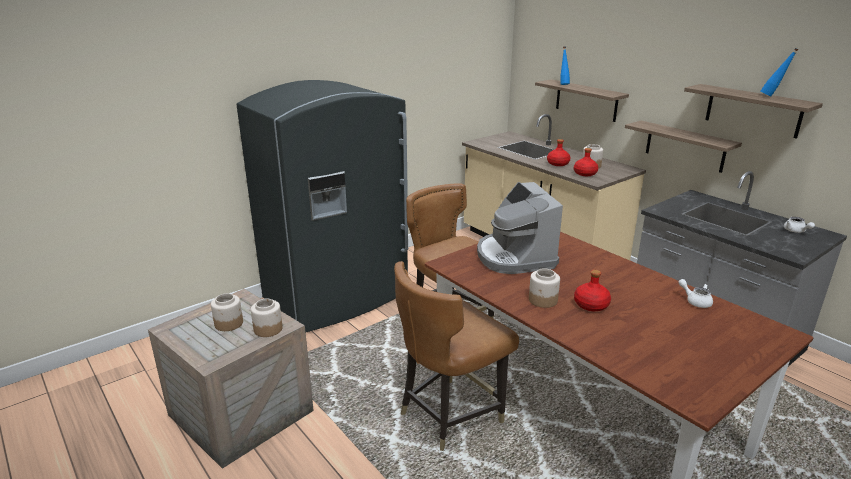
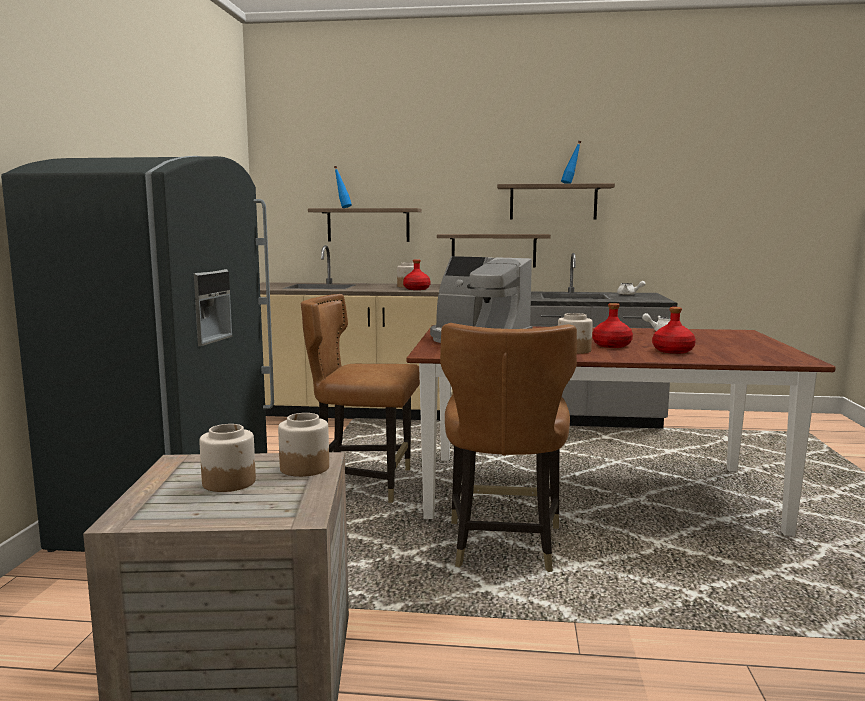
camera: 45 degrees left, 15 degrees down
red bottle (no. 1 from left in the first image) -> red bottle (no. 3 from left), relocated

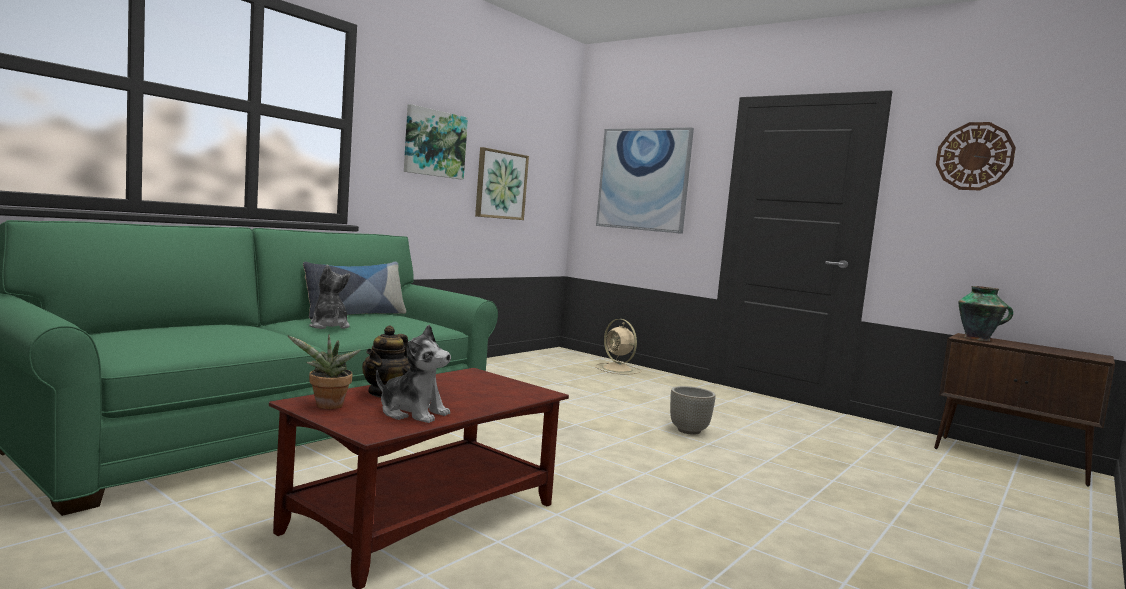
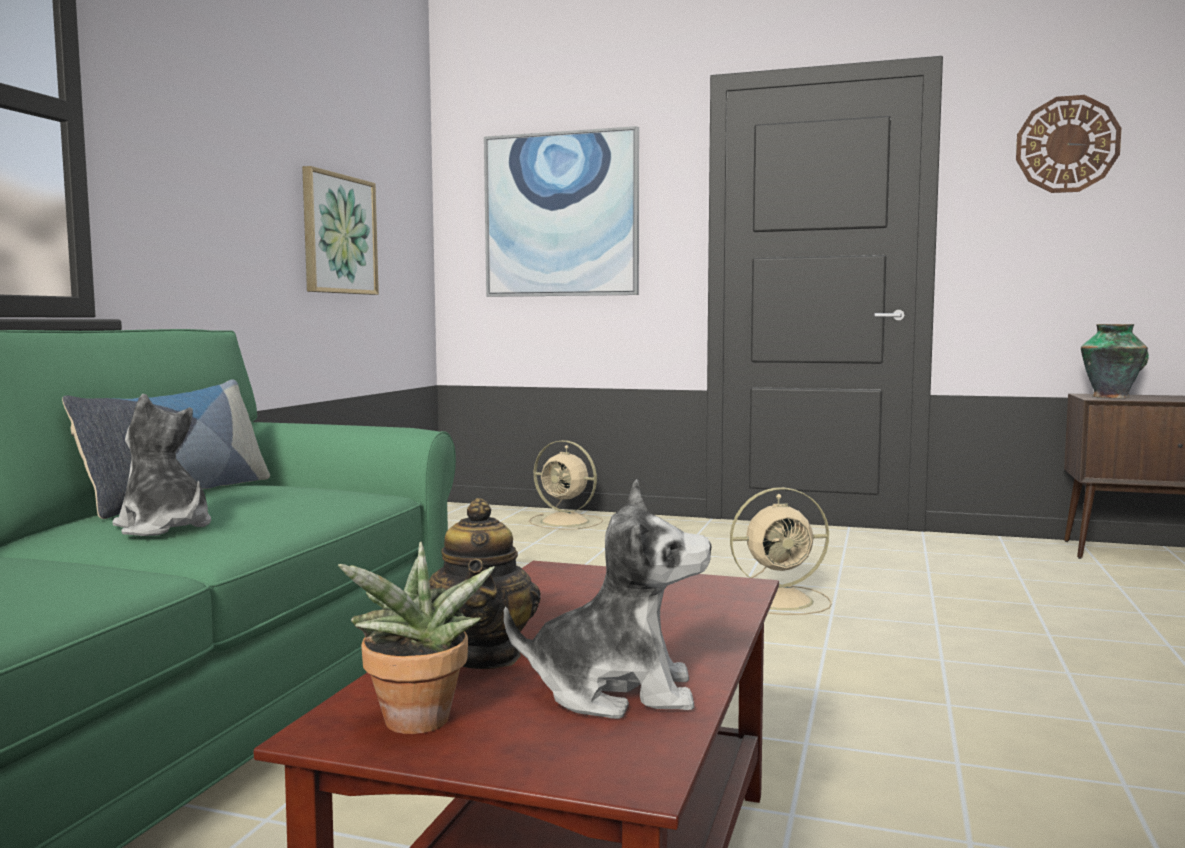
camera: 20 degrees left, 0 degrees up
picture (no. 1 from left) -> none
grey planter -> beige fan (no. 2 from left)

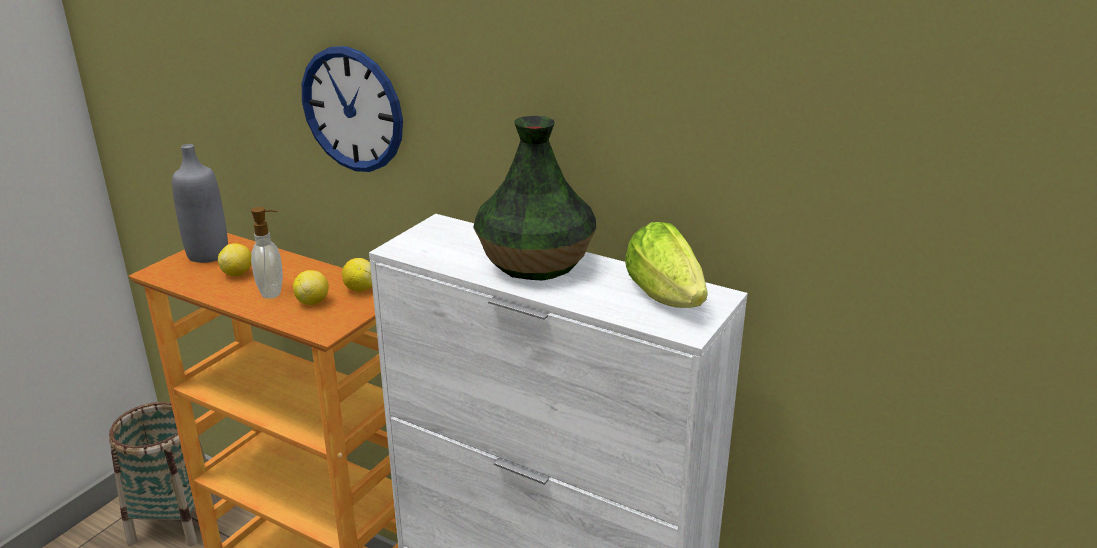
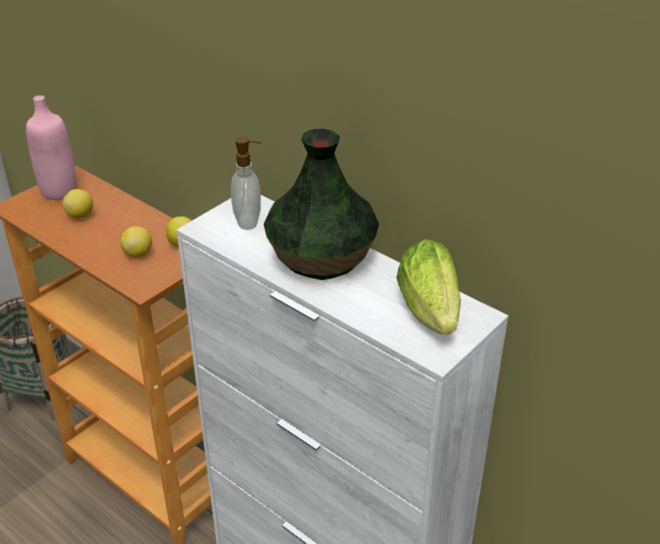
camera: 10 degrees right, 10 degrees up
grey bottle -> pink bottle
soap dispenser, relocated
wall clock -> none

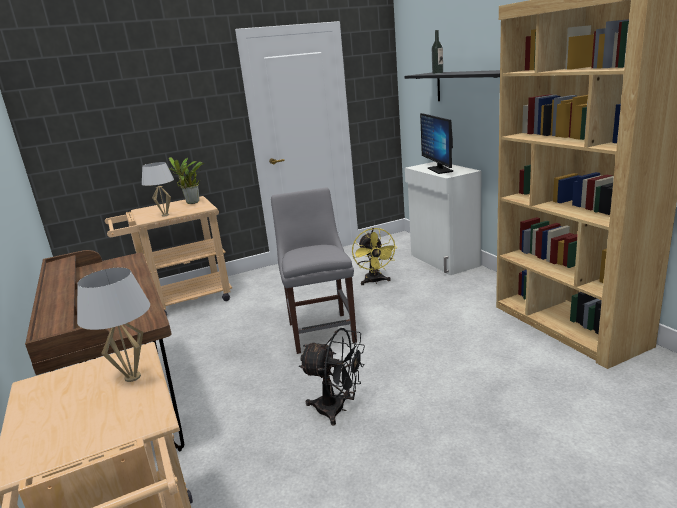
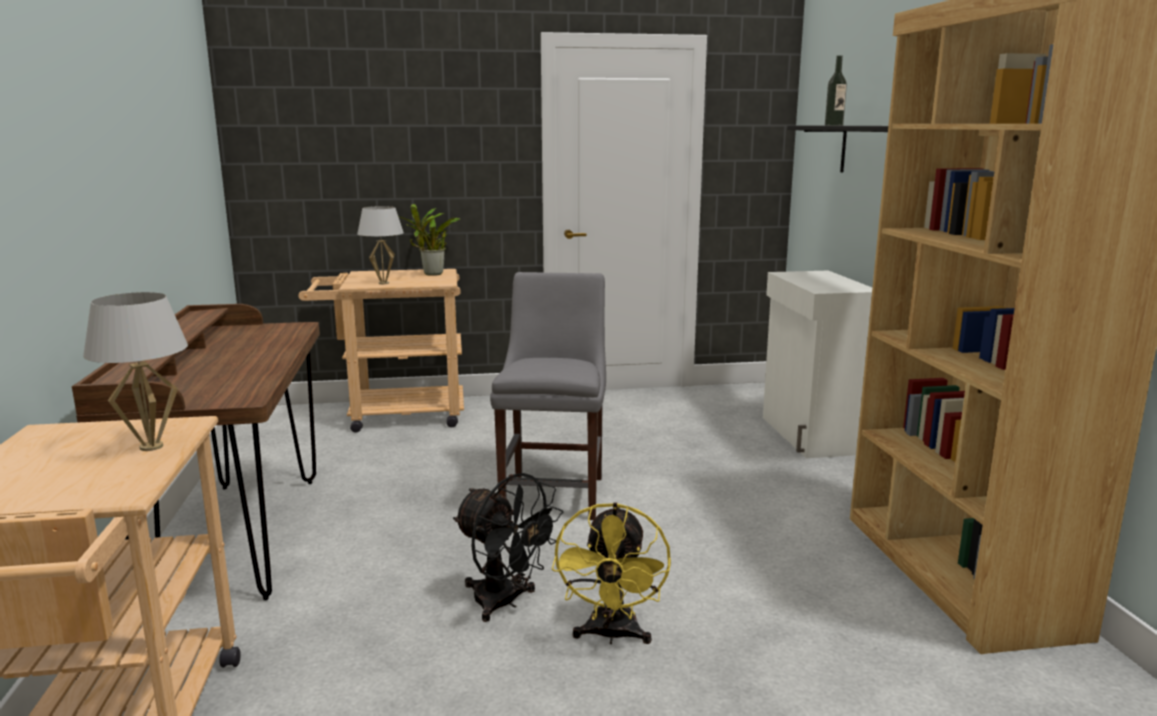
camera: 15 degrees right, 5 degrees down
yellow fan, relocated
monitor -> none

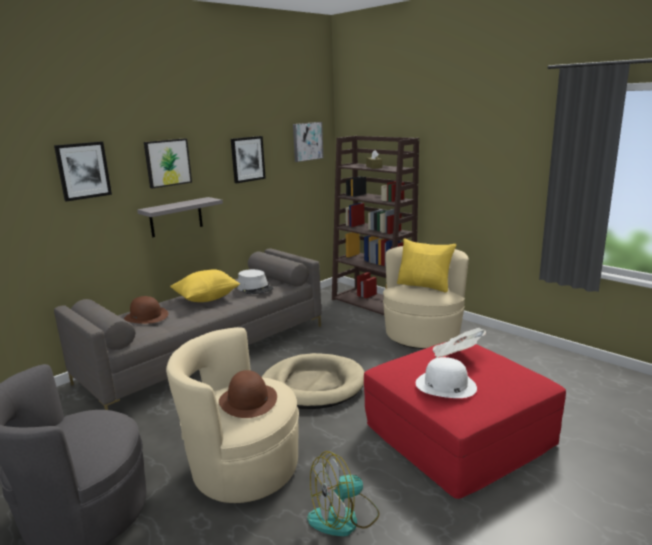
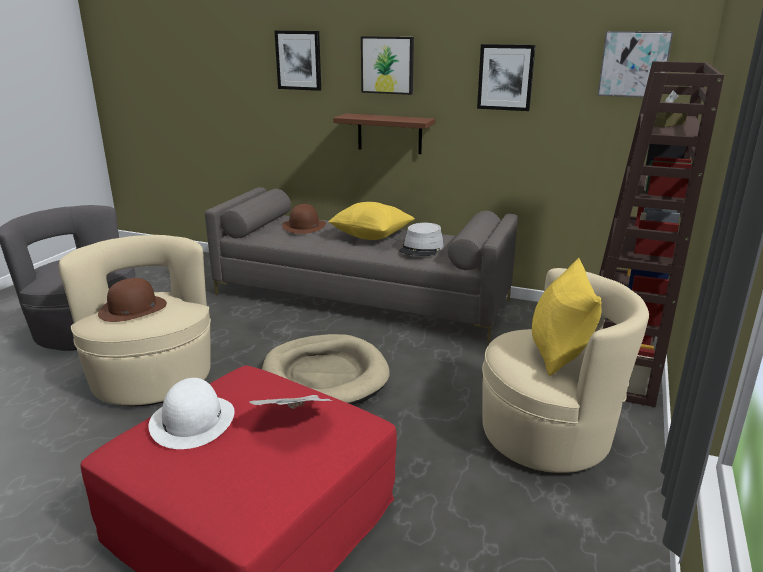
camera: 65 degrees right, 5 degrees up
grey shelf -> brown shelf
fan -> none

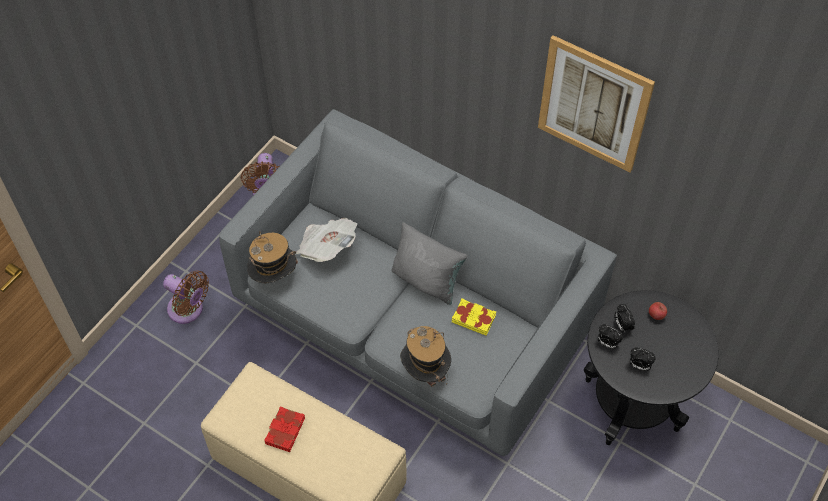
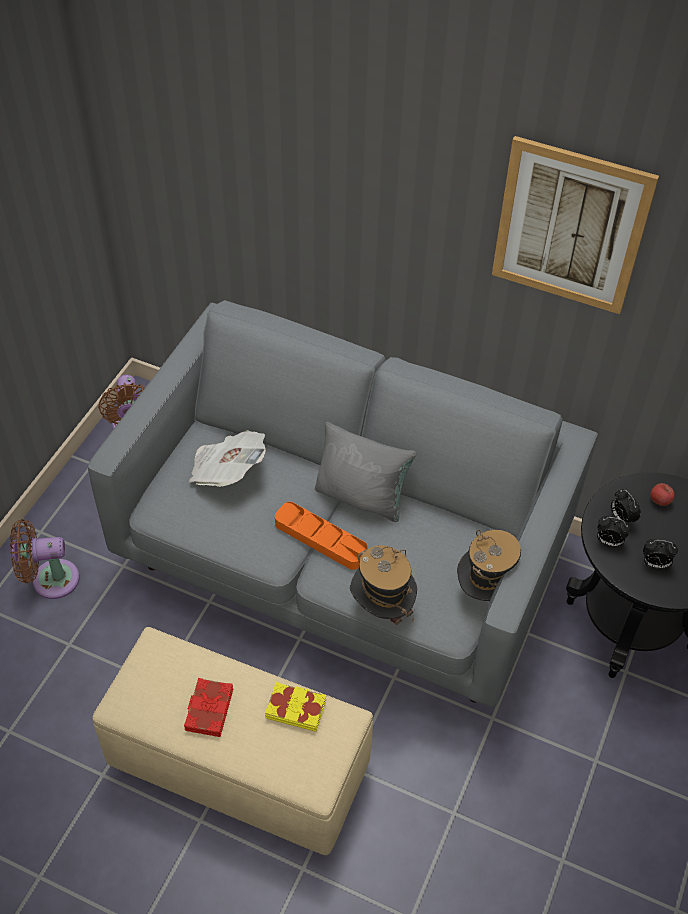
camera: 10 degrees left, 5 degrees down
brown fan (no. 1 from left), 150 degrees clockwise
hat (no. 1 from left in the first image) -> hat (no. 2 from left), relocated
yellow book, relocated
none -> orange tray

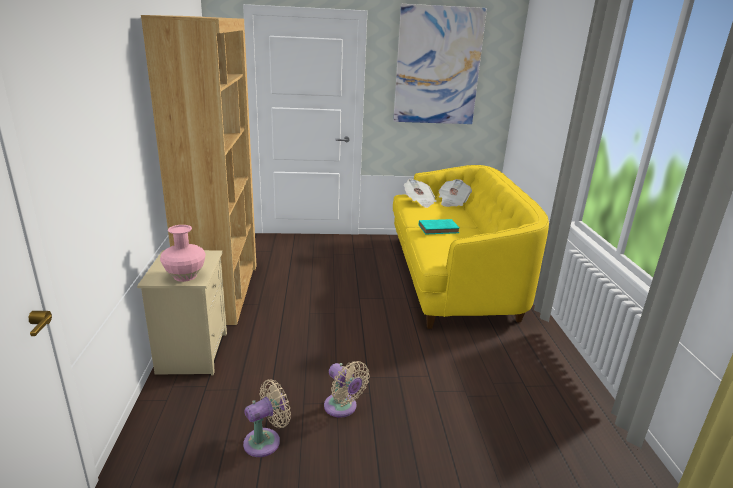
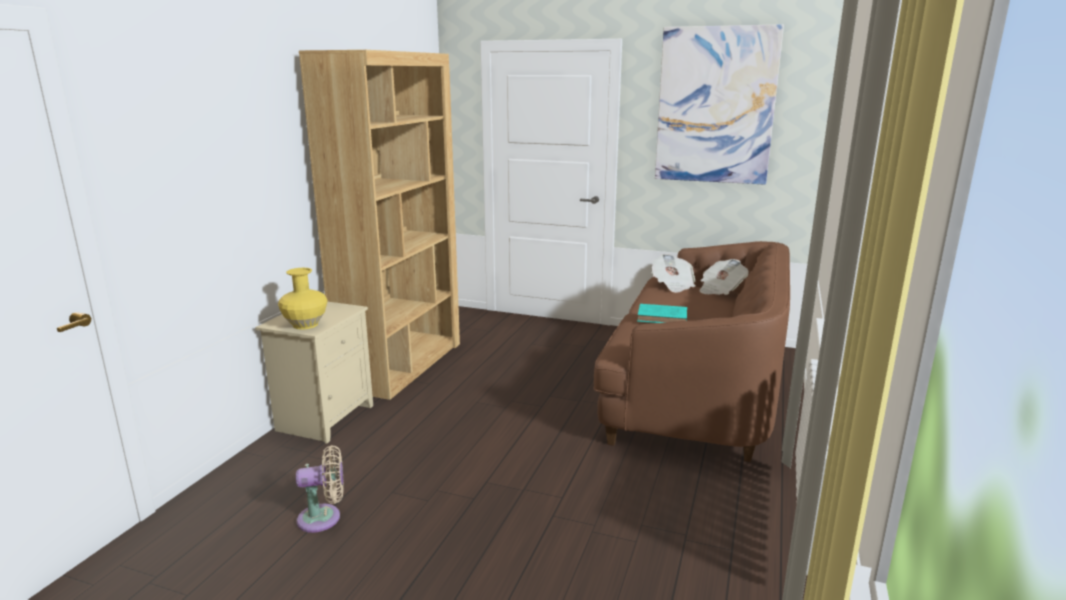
camera: 25 degrees right, 5 degrees down
pink vase -> yellow vase
beige fan (no. 2 from left) -> none
yellow sofa -> brown sofa

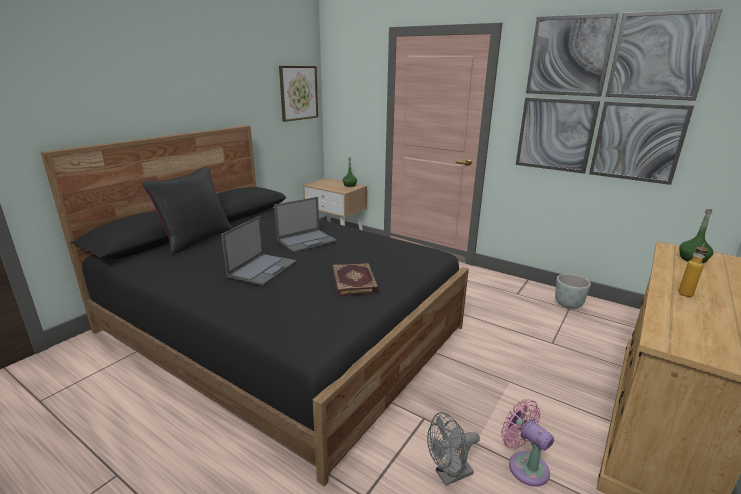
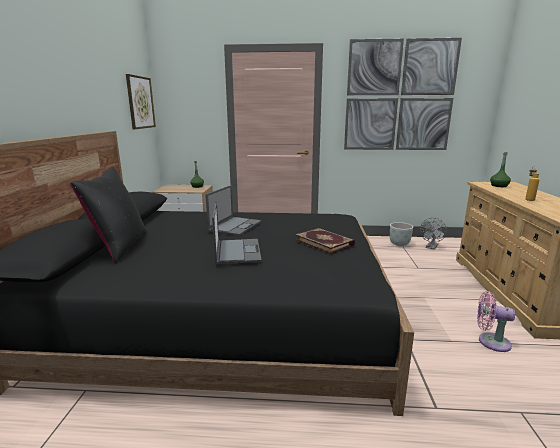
camera: 30 degrees left, 5 degrees down
grey fan, relocated

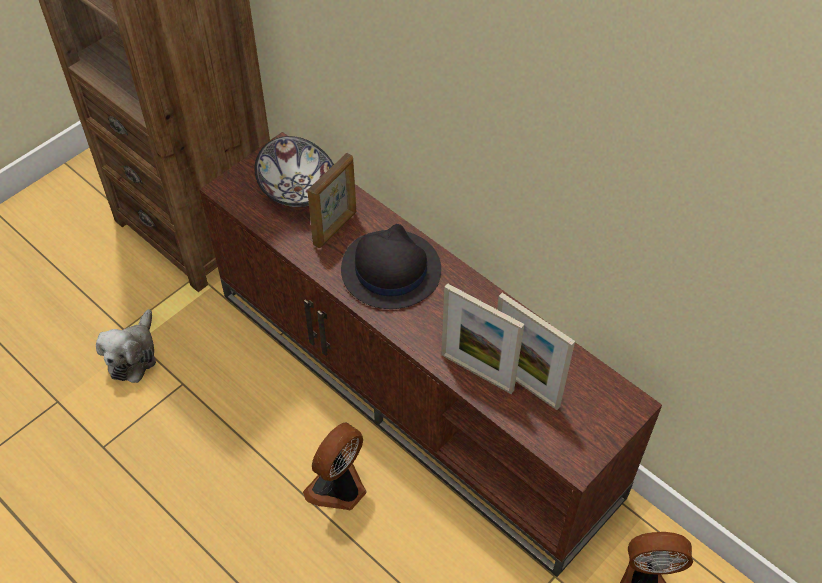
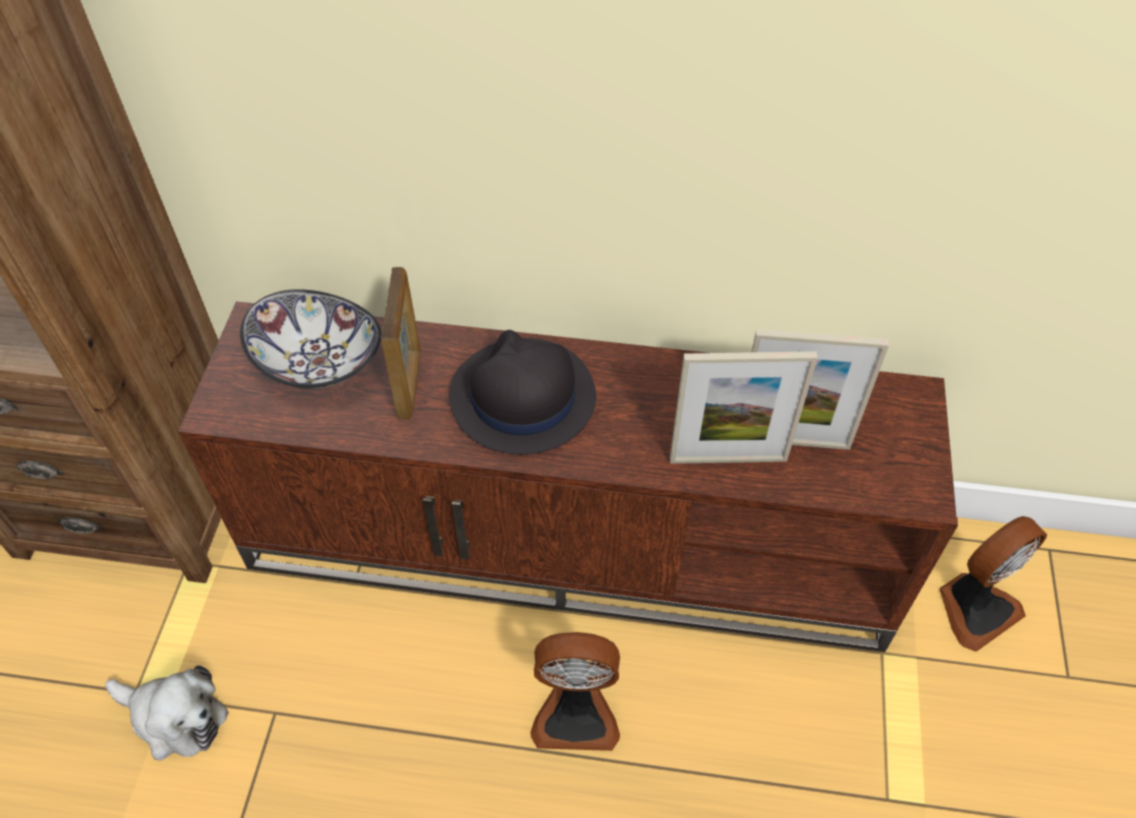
camera: 35 degrees left, 0 degrees up
plush toy, 45 degrees counterclockwise
fan (no. 1 from left), 90 degrees counterclockwise

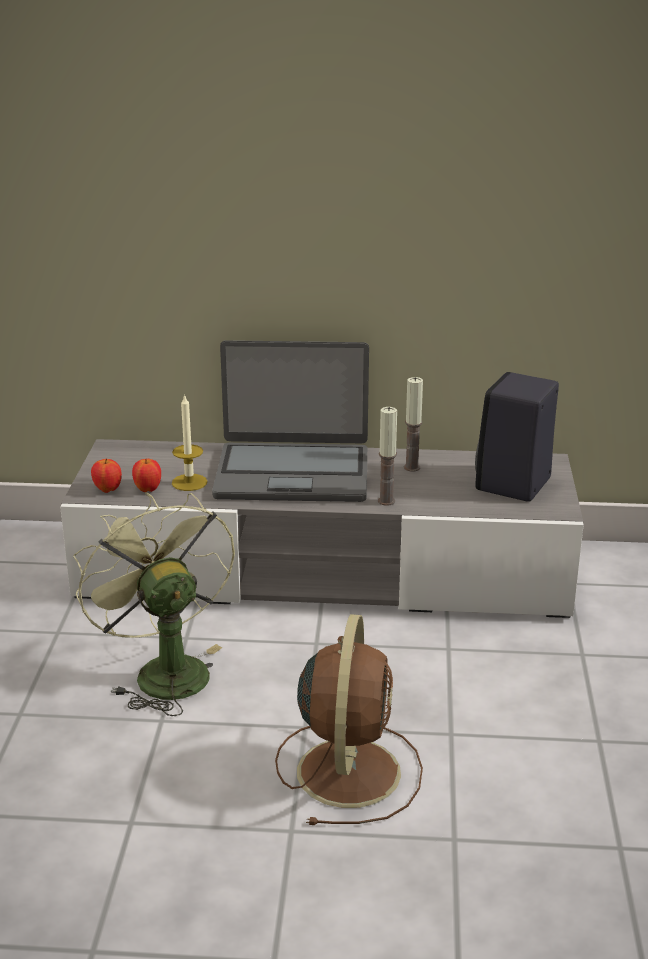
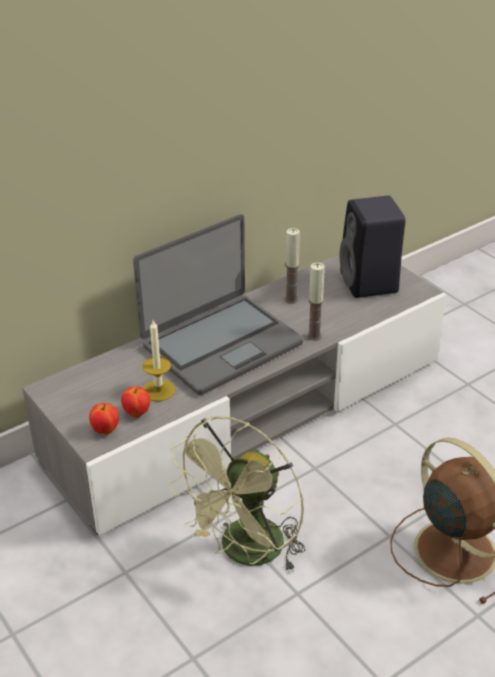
camera: 40 degrees left, 10 degrees up
green fan, 75 degrees counterclockwise

